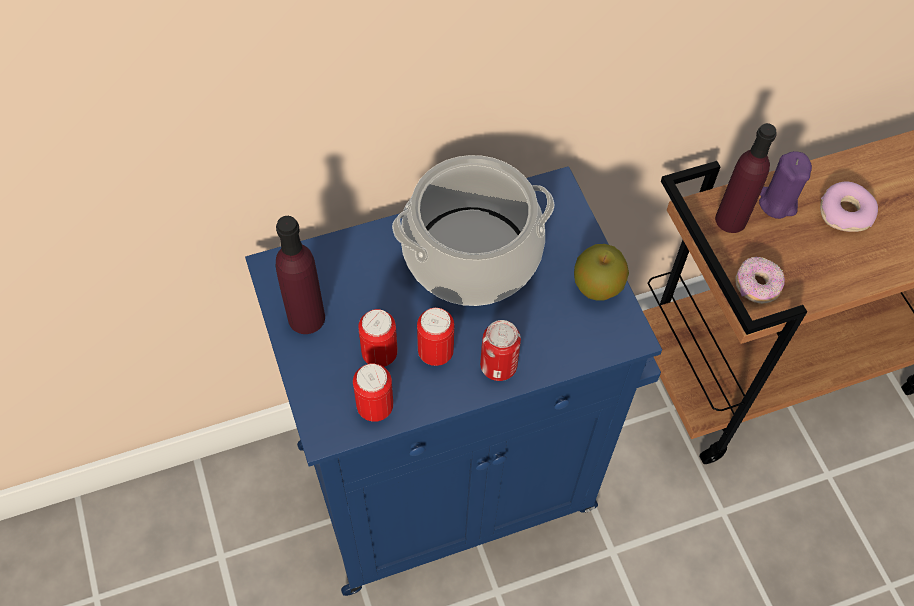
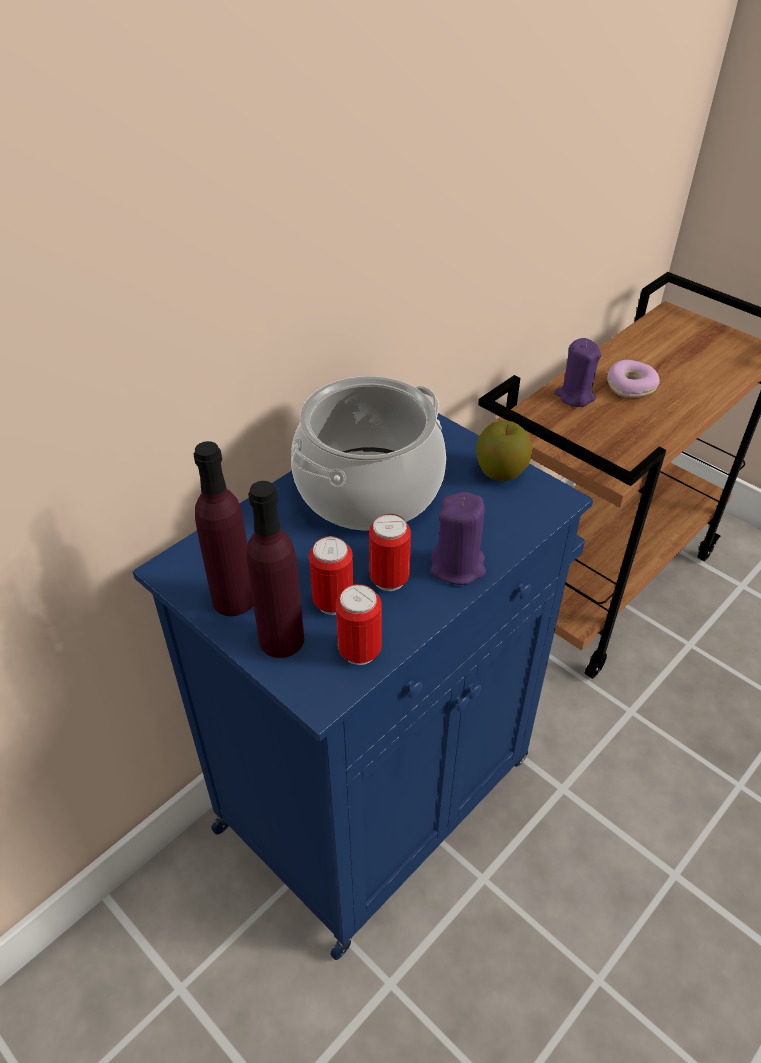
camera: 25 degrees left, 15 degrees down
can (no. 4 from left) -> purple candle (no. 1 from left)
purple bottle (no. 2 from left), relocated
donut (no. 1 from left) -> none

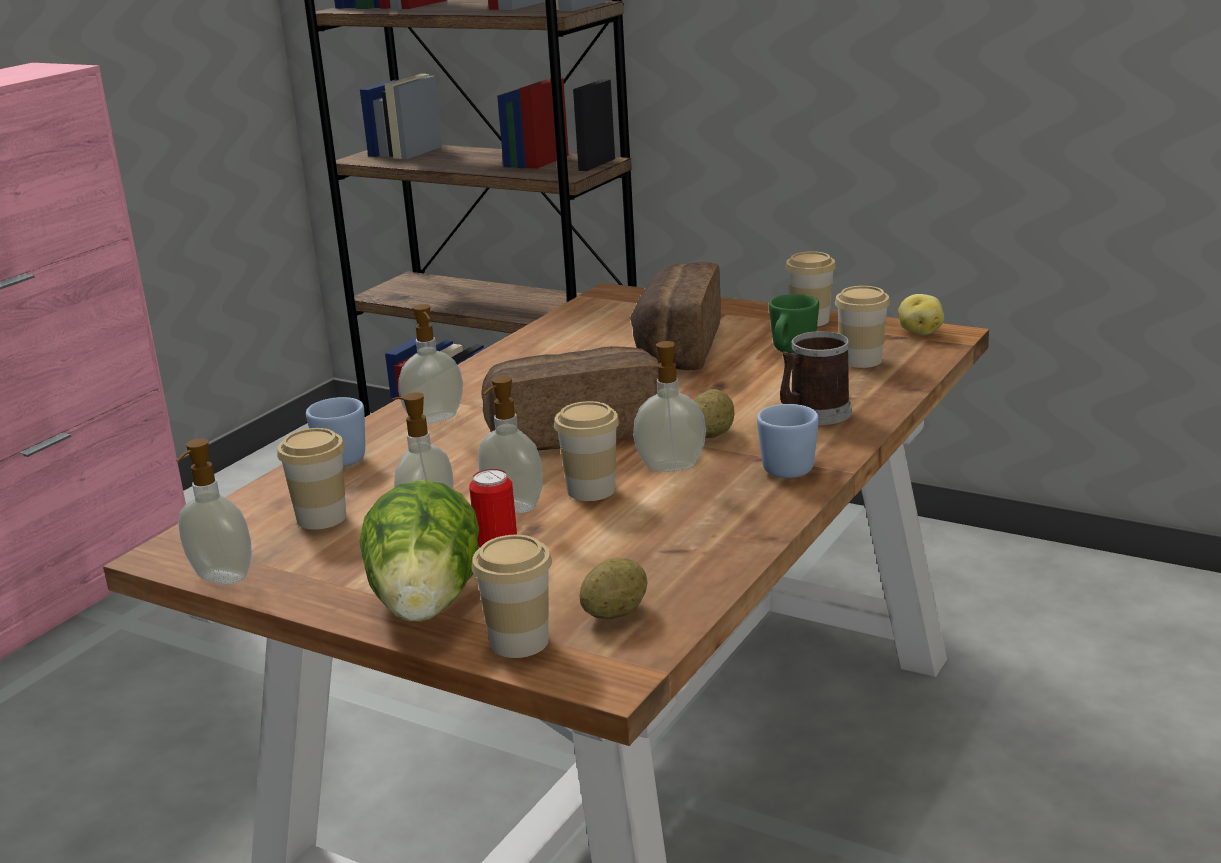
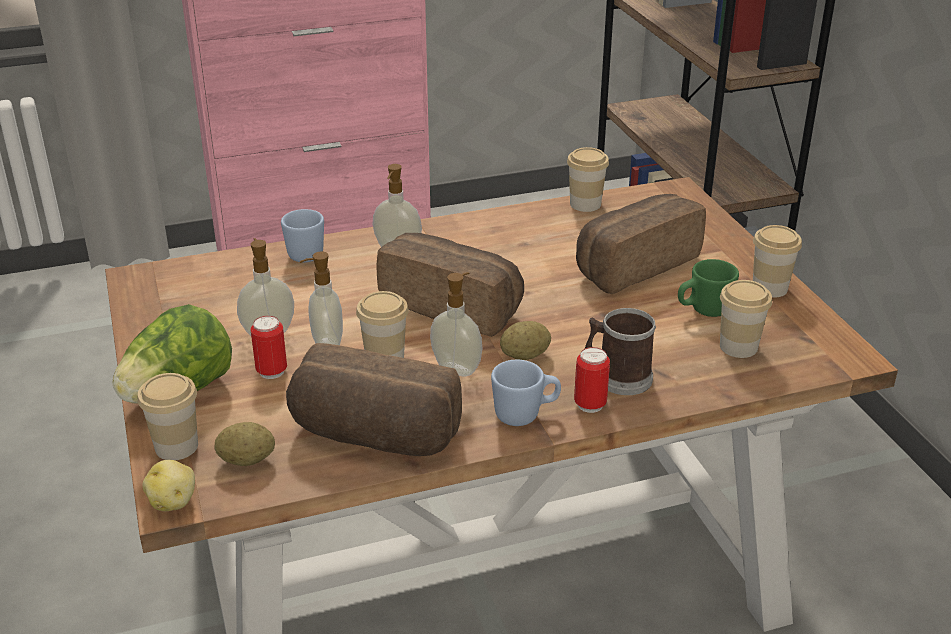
camera: 40 degrees right, 10 degrees up
soap dispenser (no. 1 from left) -> none
cup (no. 1 from left in the first image) -> cup (no. 3 from left), relocated
potato (no. 3 from left in the first image) -> potato (no. 1 from left), relocated
none -> bread (no. 1 from left)
none -> can (no. 2 from left)

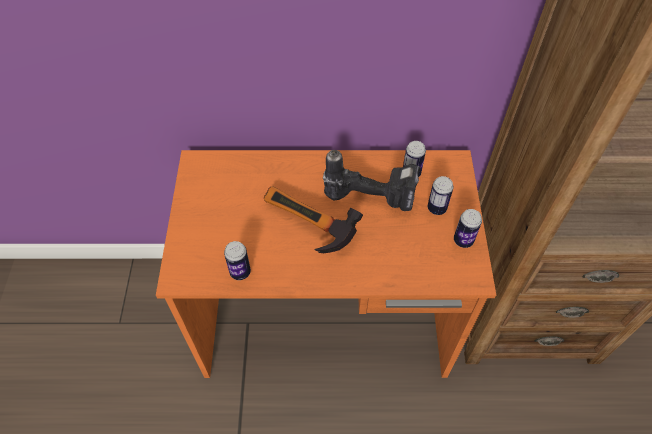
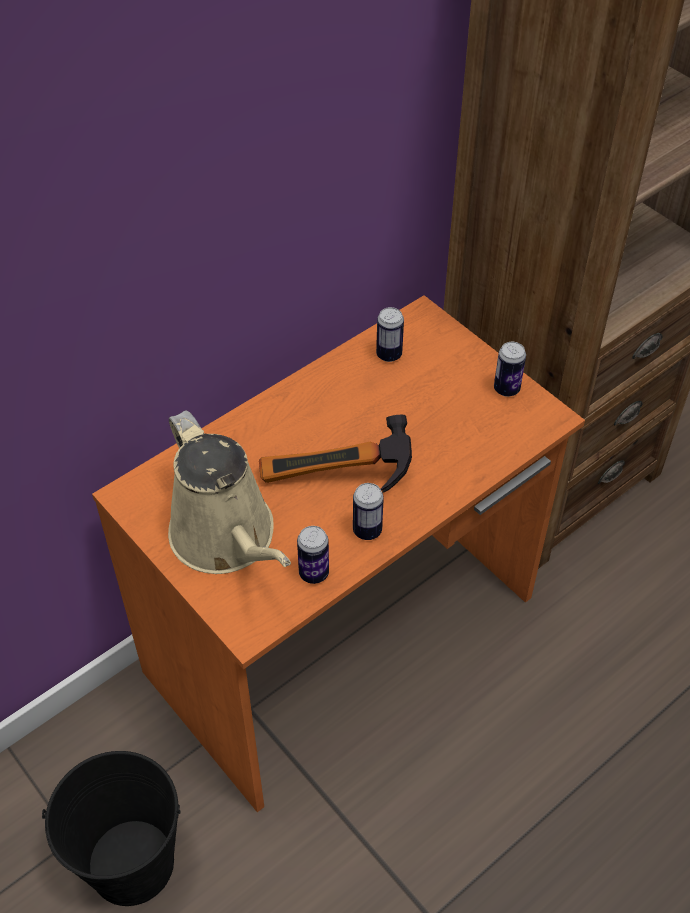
camera: 40 degrees left, 5 degrees down
power drill -> none
can (no. 3 from left in the first image) -> can (no. 2 from left), relocated
none -> black bucket
none -> beige watering can

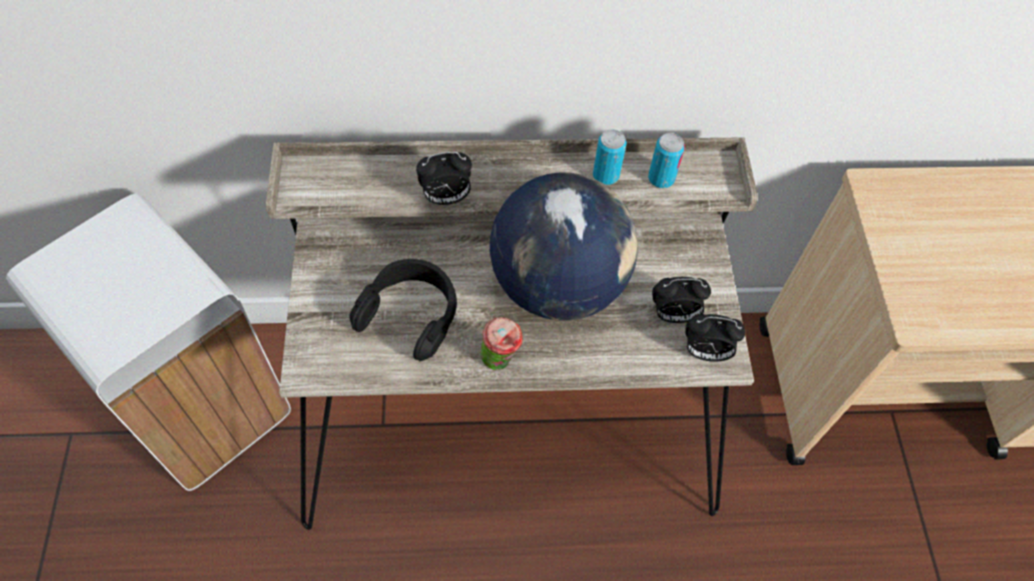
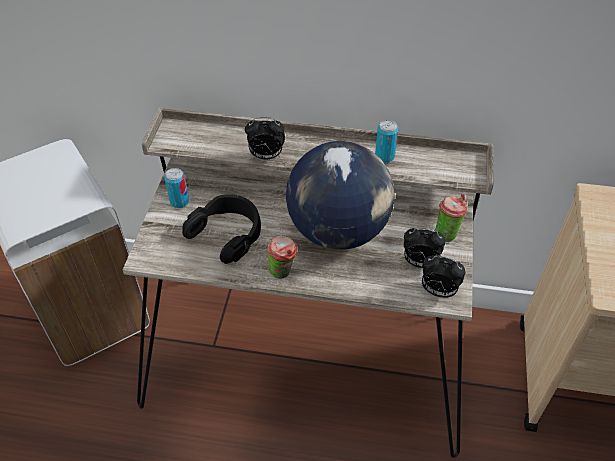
camera: 15 degrees right, 10 degrees down
can (no. 2 from left in the first image) -> can (no. 1 from left), relocated
none -> cup (no. 2 from left)

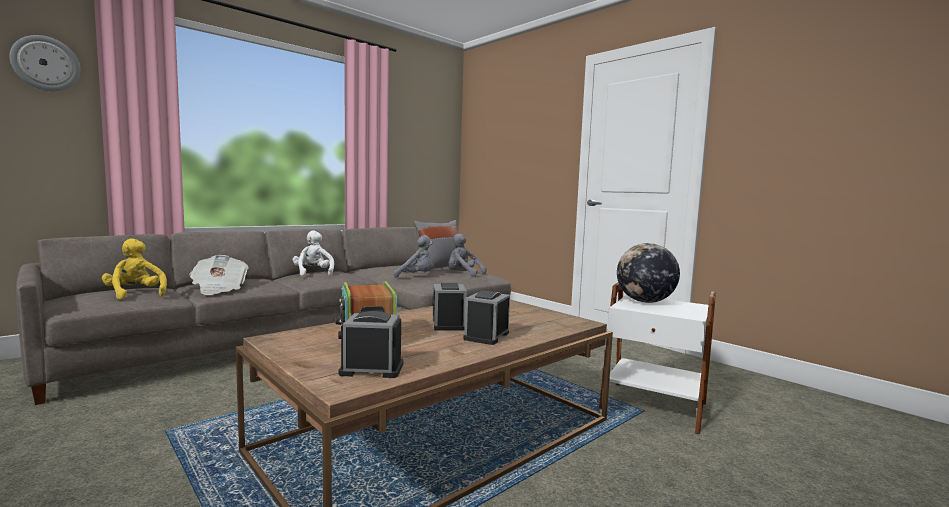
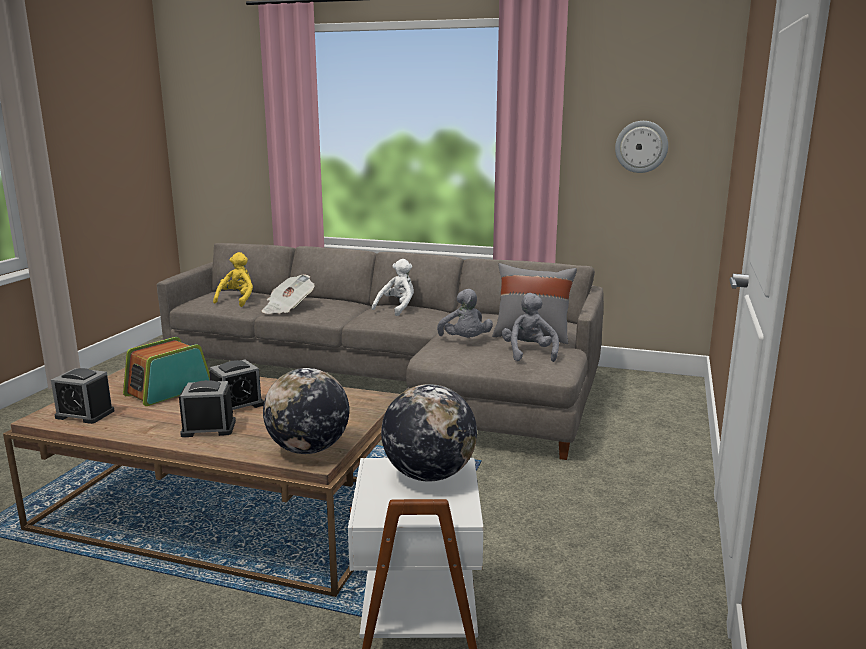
camera: 60 degrees right, 10 degrees up
wall clock, relocated
alarm clock (no. 1 from left), 135 degrees clockwise
none -> globe (no. 1 from left)

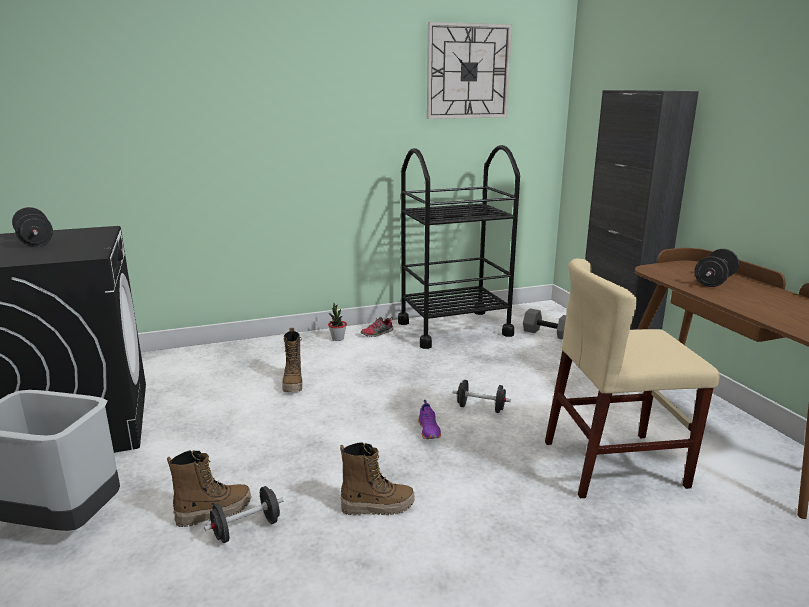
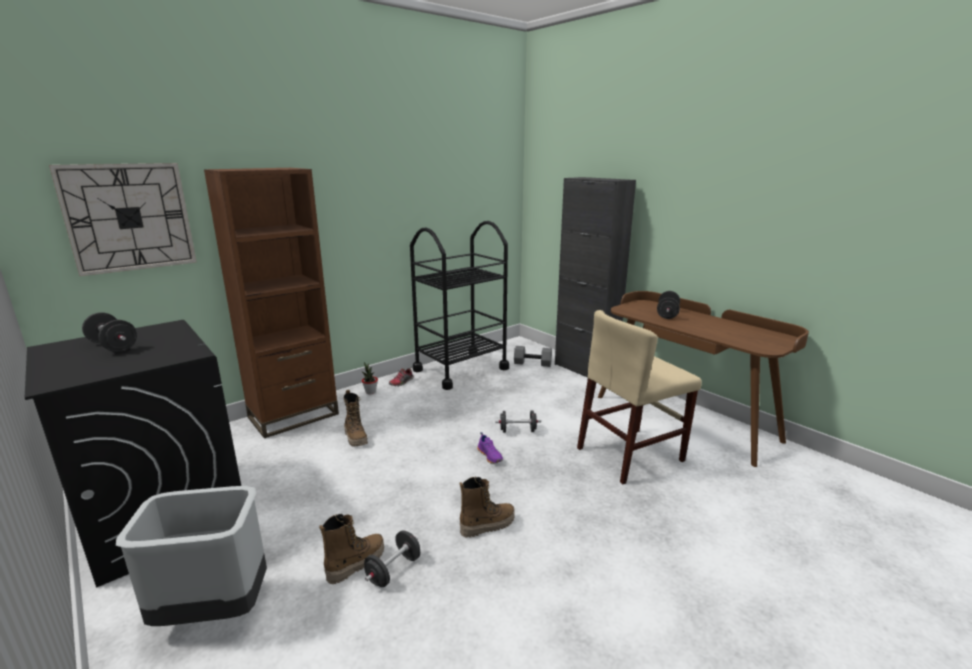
camera: 20 degrees left, 0 degrees up
wall clock, relocated
none -> brown bookcase

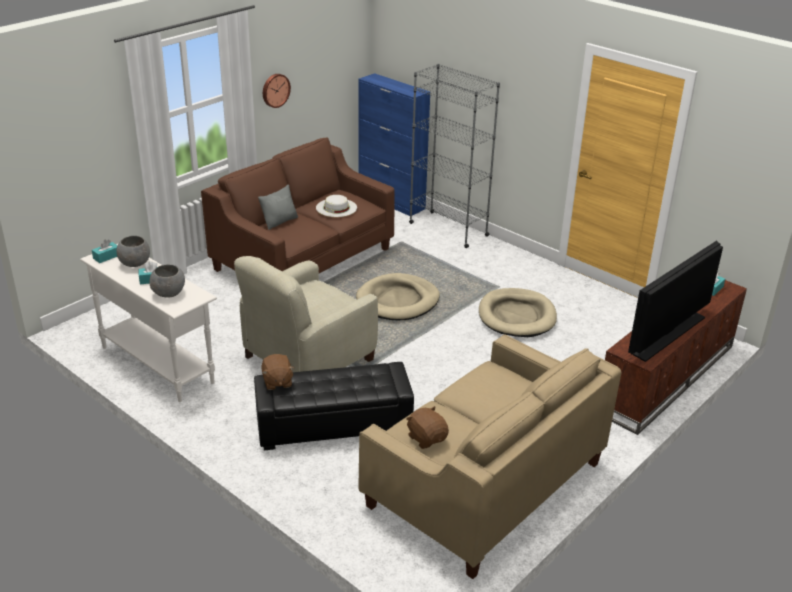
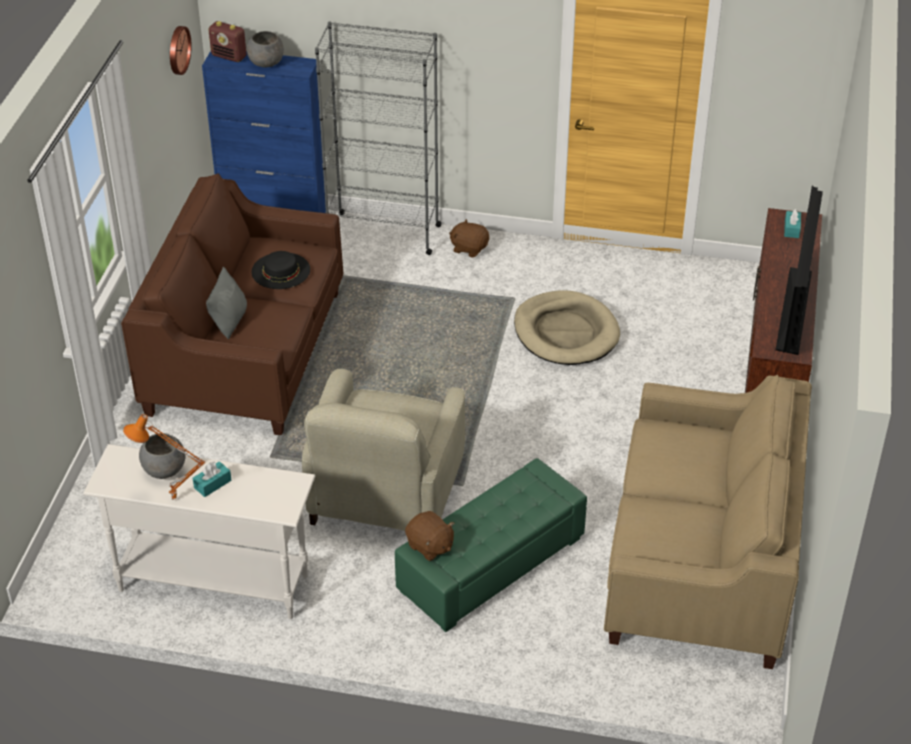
camera: 30 degrees left, 10 degrees up
turquoise tissue box (no. 1 from left) -> none
grey bowl (no. 2 from left), relocated
black ottoman -> green ottoman
wall clock, relocated
white hat -> black hat
beige dog bed (no. 1 from left) -> none
brown plush toy (no. 2 from left), relocated
none -> orange table lamp
none -> radio

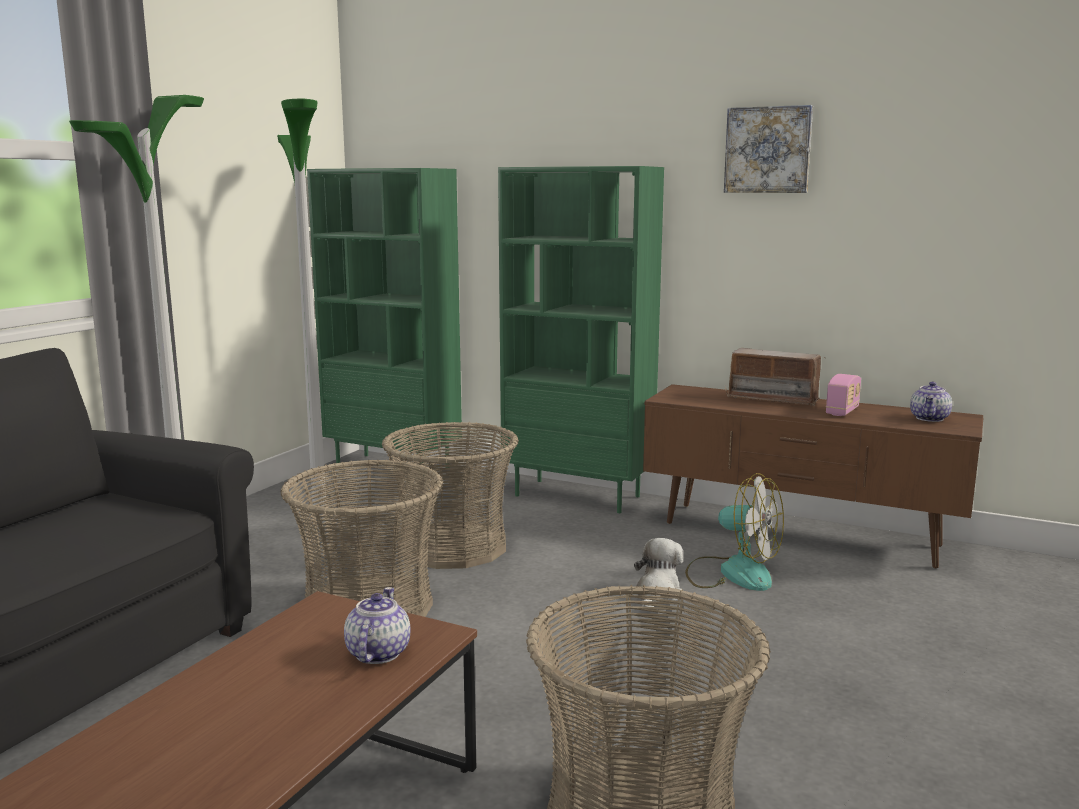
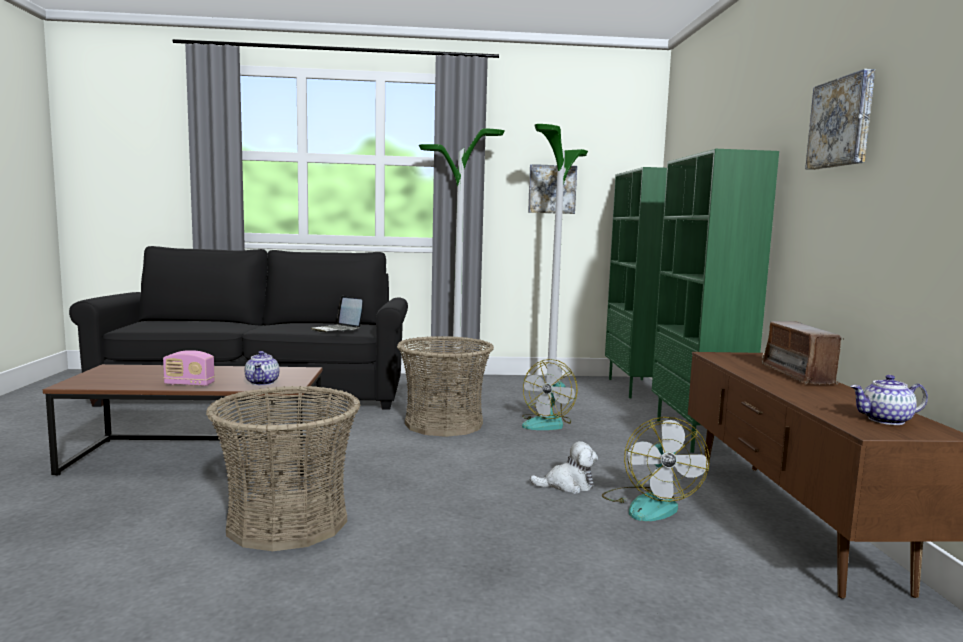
camera: 60 degrees right, 5 degrees down
teapot (no. 1 from left), 105 degrees clockwise
basket (no. 2 from left) -> fan (no. 1 from left)
radio (no. 2 from left in the first image) -> radio (no. 1 from left), relocated
none -> laptop
none -> picture (no. 1 from left)

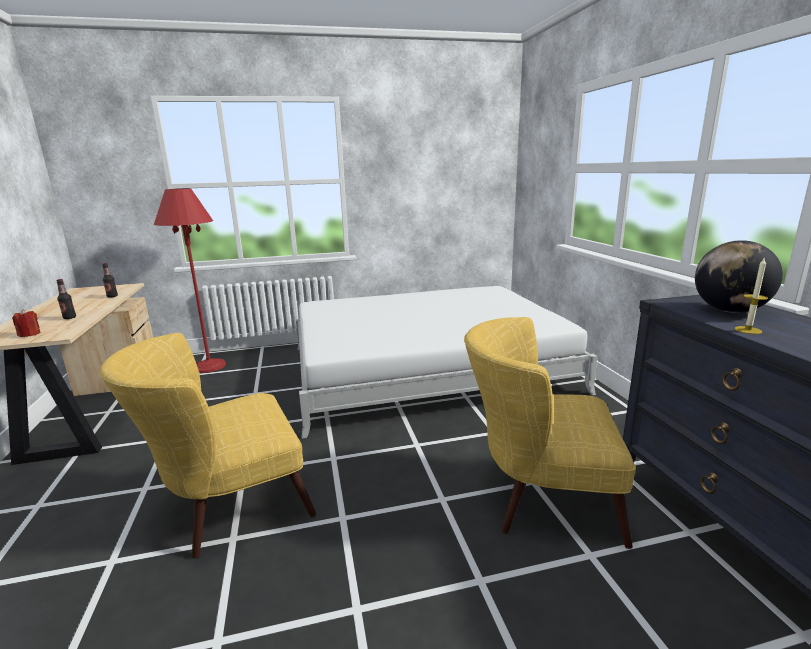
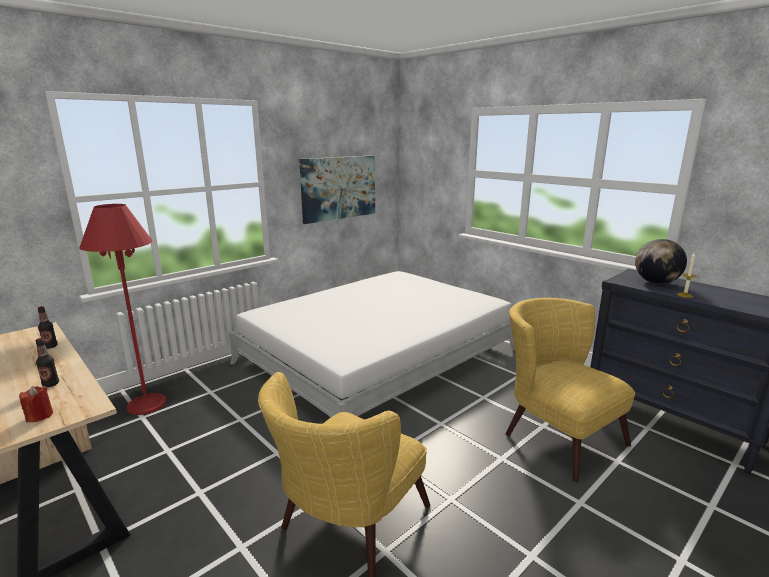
camera: 30 degrees left, 0 degrees up
yellow armchair (no. 2 from left), 75 degrees clockwise
none -> picture

